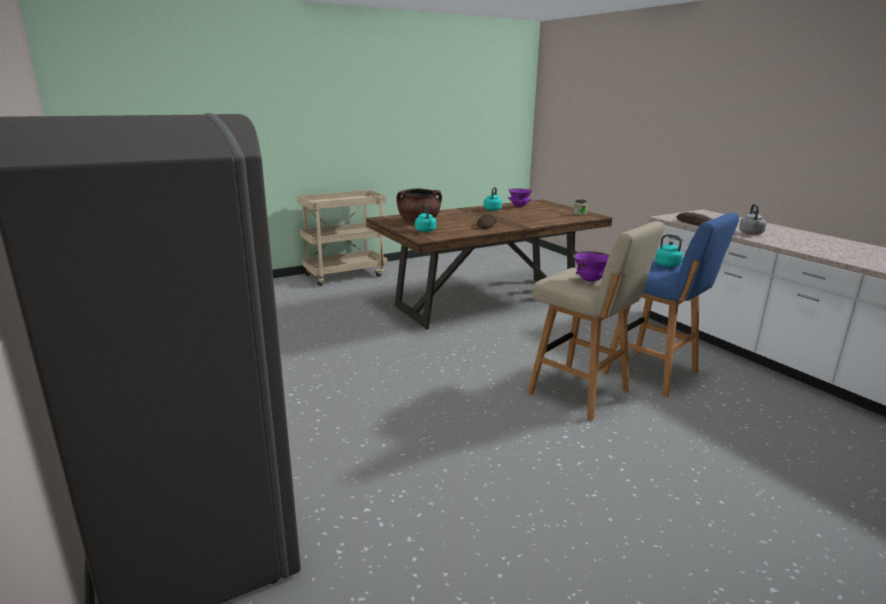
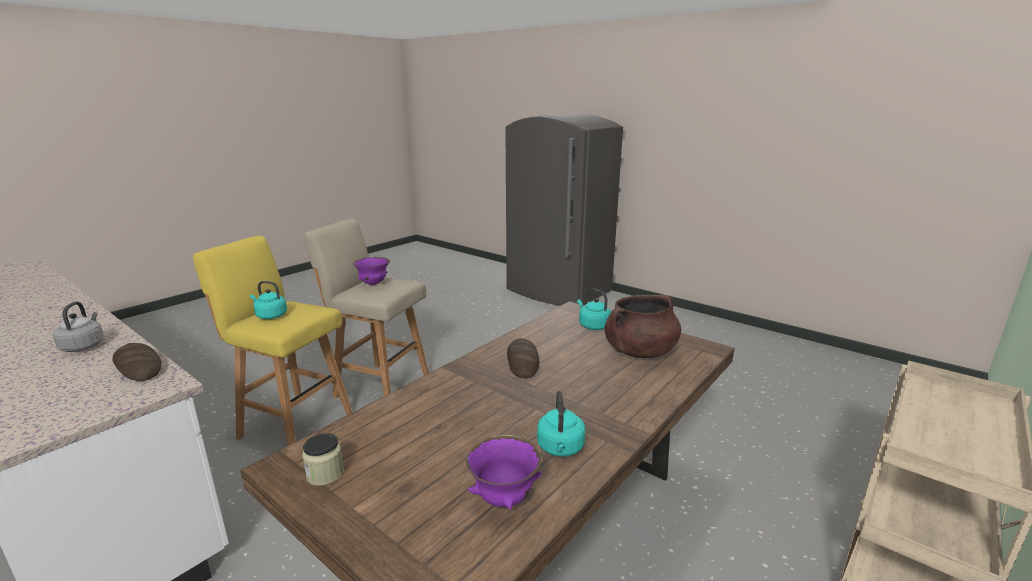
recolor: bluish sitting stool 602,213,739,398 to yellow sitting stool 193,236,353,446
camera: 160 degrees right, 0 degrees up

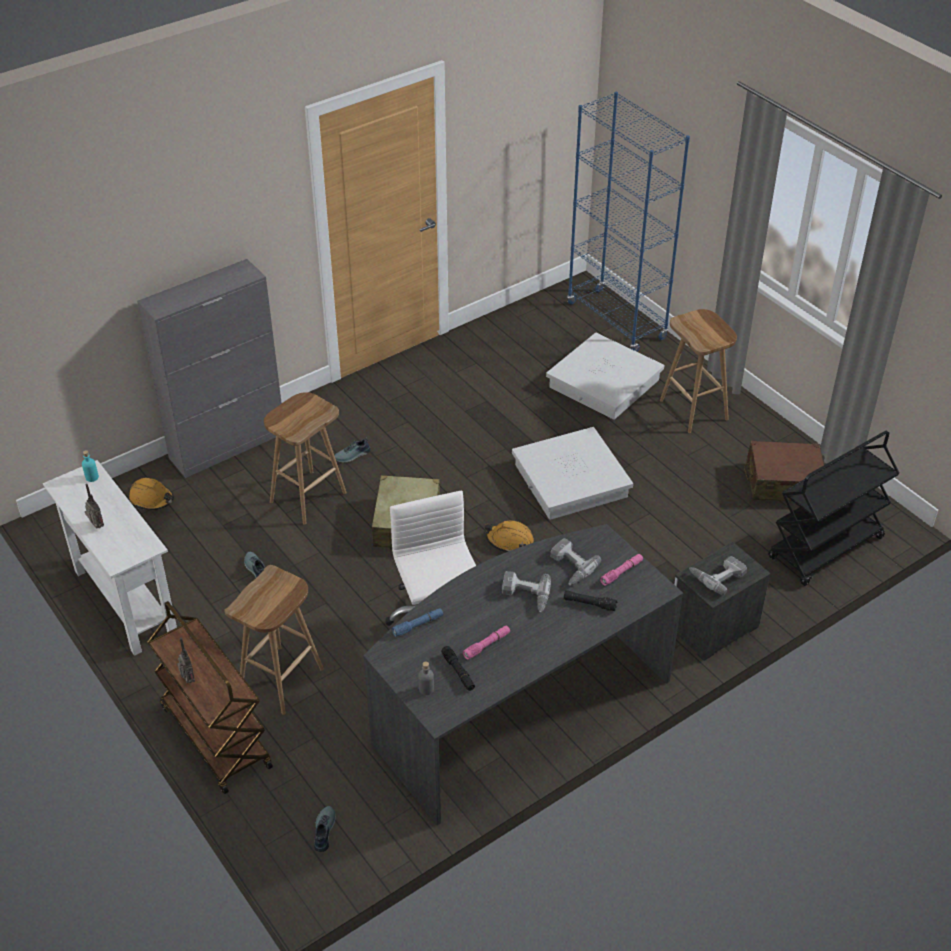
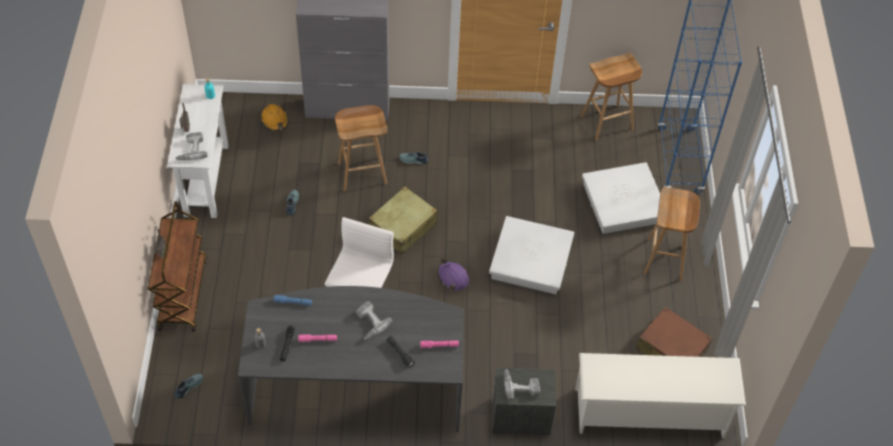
move: brown sitting stool 224,565,324,715 to 581,53,642,141; electric drill 550,538,601,586 to 175,132,208,160
replace: blackish cart 768,431,899,586 to white-coloured shoe shelf 575,353,746,438
recolor: orangey work helmet 485,521,534,552 to purplish work helmet 438,258,469,291
camera: 35 degrees right, 10 degrees up

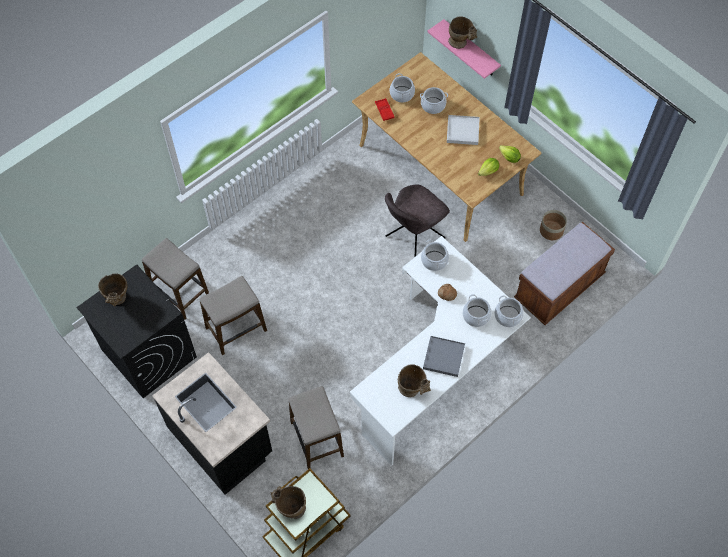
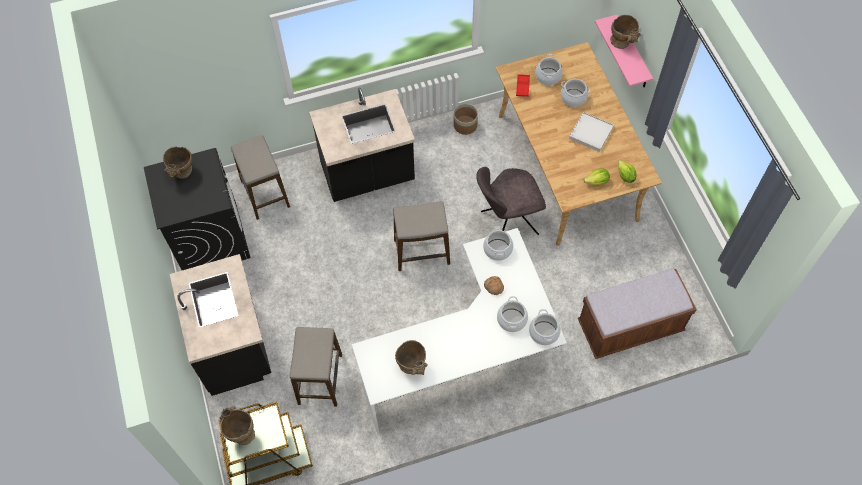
delete: greyish serving tray 423,336,465,377
insert: blackish kitchen counter 309,88,415,202
move: sitting stool 199,276,267,355 to 393,201,450,271; flower pot 540,210,567,240 to 454,104,478,135
camera: 25 degrees right, 0 degrees up

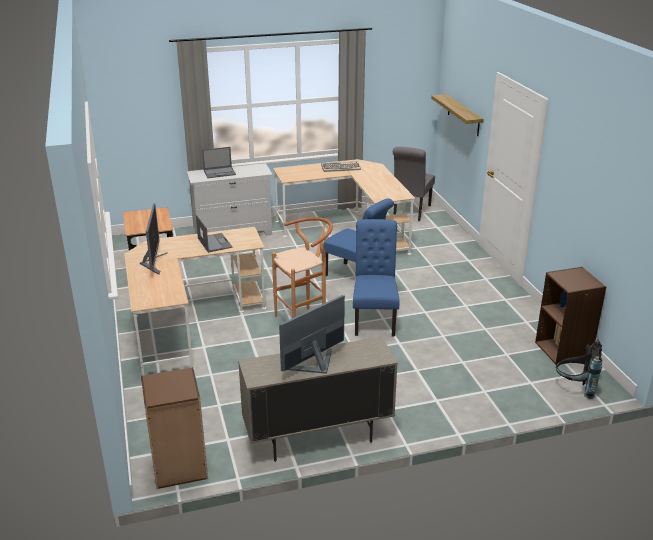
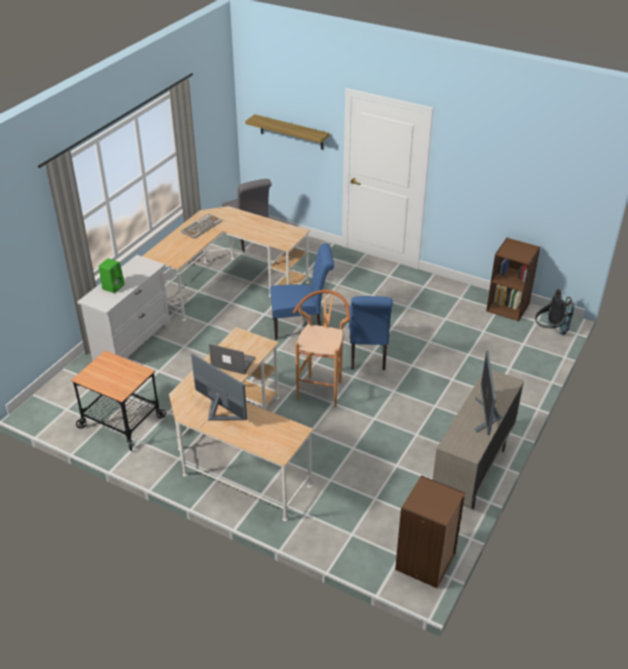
replace: portable computer 202,147,236,178 to green-coloured audio speaker 99,258,124,293
rotate: bluish chair 353,219,400,337 = 349,296,393,370 135 degrees counterclockwise
camera: 45 degrees left, 10 degrees up

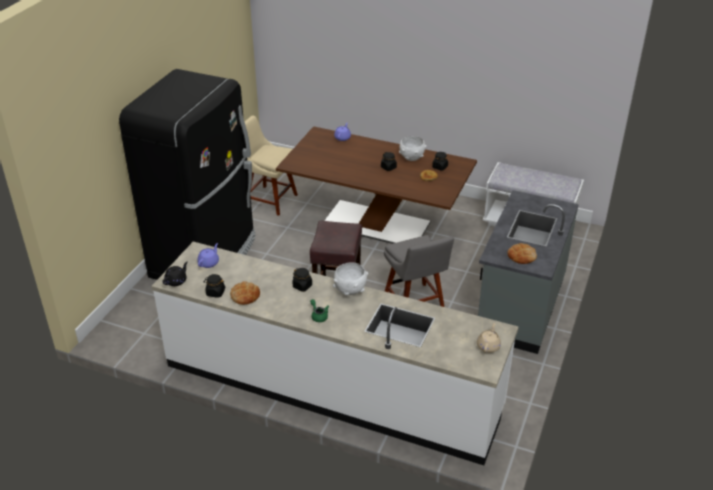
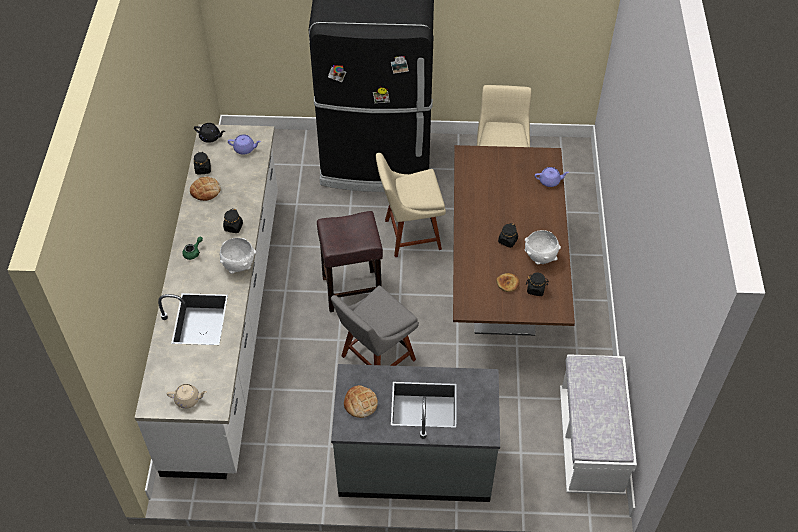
insert: sand-coloured chair 376,153,446,257
camera: 70 degrees right, 15 degrees up

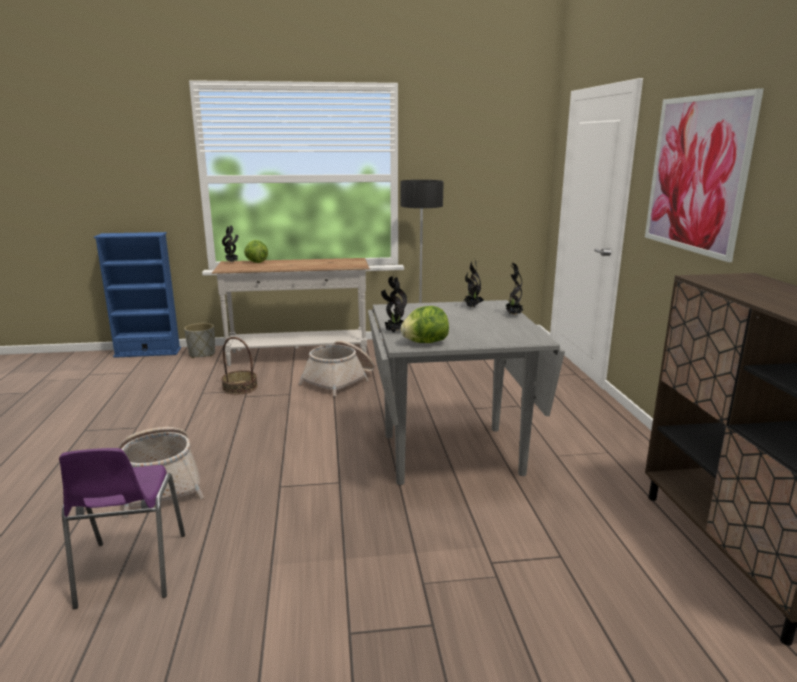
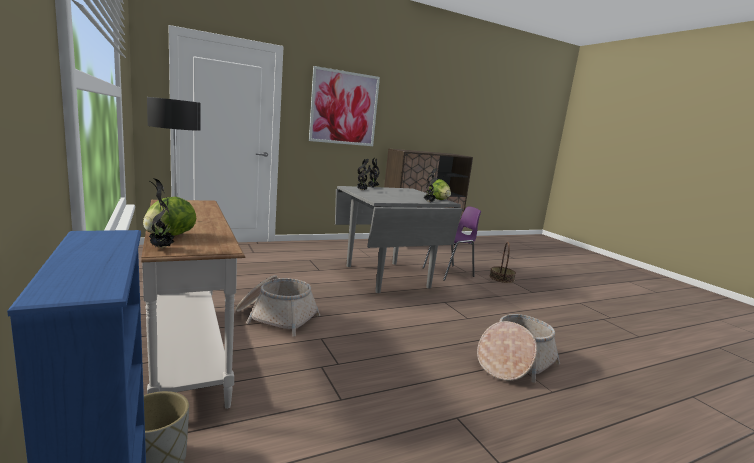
move: purplish chair 59,448,185,609 to 423,206,481,281; storage basket 221,337,258,395 to 490,242,516,283
camera: 110 degrees left, 5 degrees down

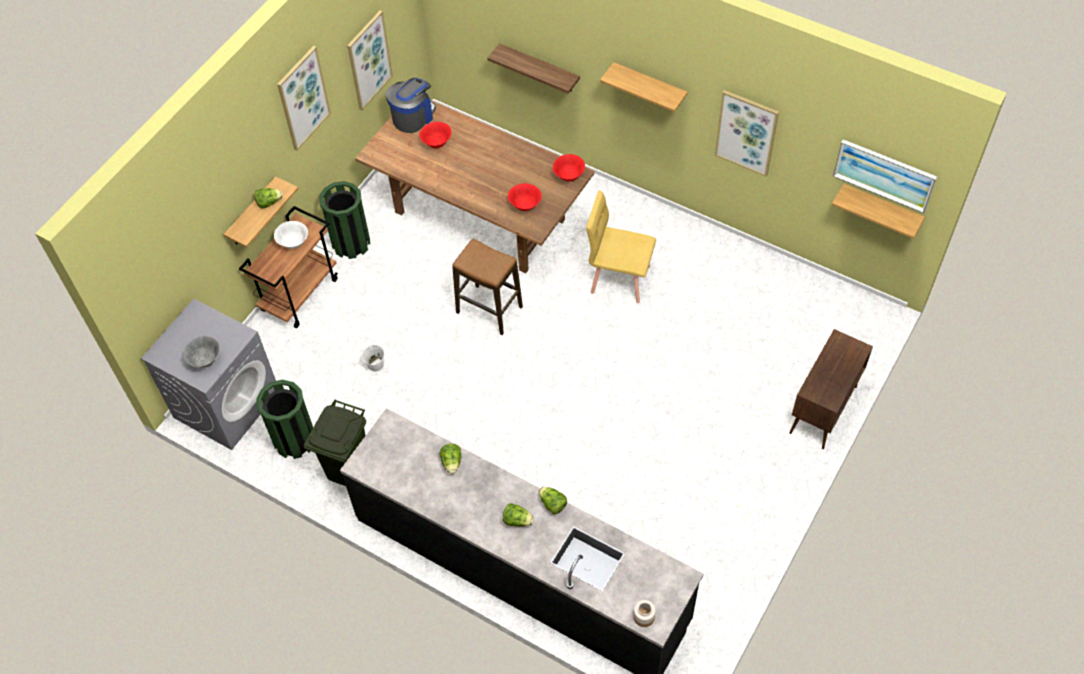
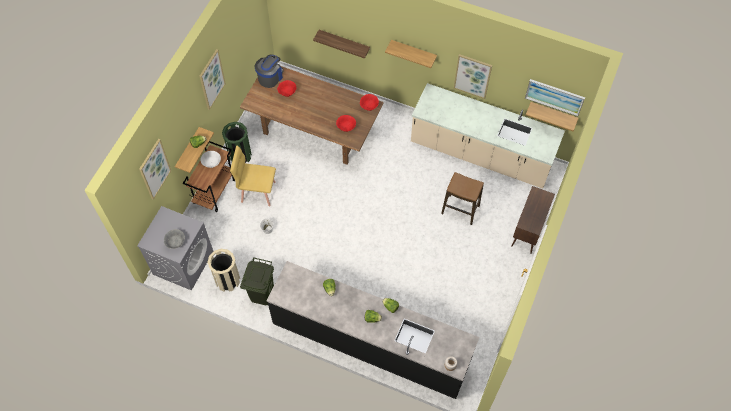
insert: sand-coloured kitchen counter 411,83,565,189
move: picture 347,10,393,110 to 139,139,172,200; sitting stool 452,238,523,335 to 441,172,484,225; yellow chair 586,190,656,303 to 230,146,276,206
recolor: green-coloured trash can 256,380,313,459 to sand-coloured trash can 207,249,240,292
camera: 10 degrees left, 5 degrees up

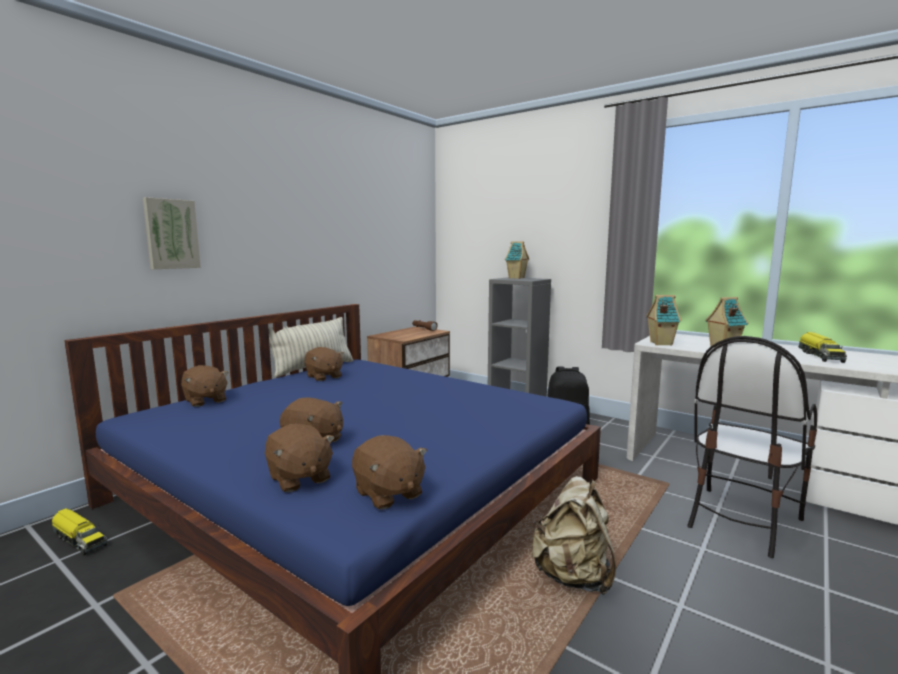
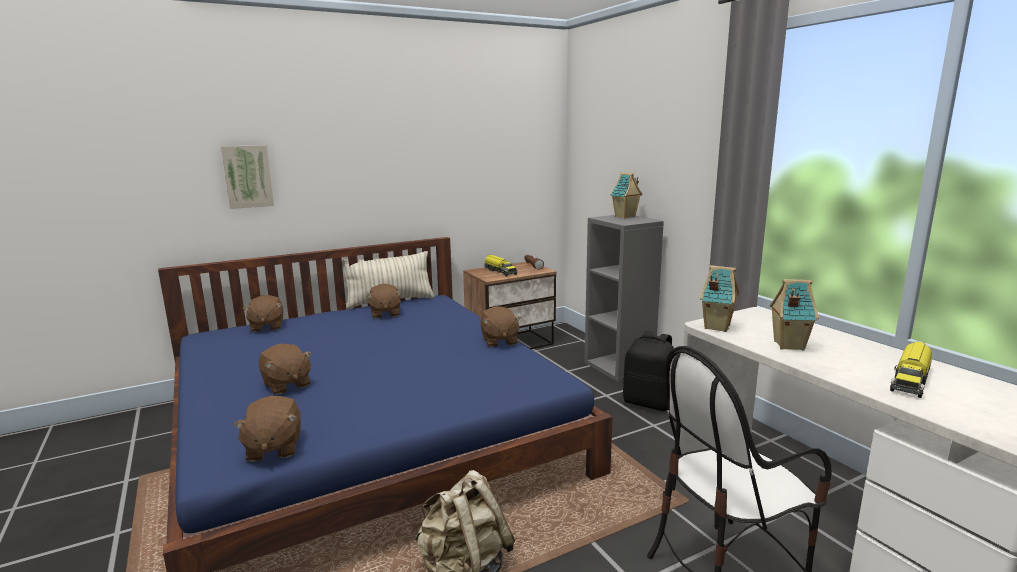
move: toy lorry 52,508,107,555 to 484,255,517,276; brown plush toy 265,424,335,492 to 480,306,521,347
camera: 25 degrees right, 5 degrees up

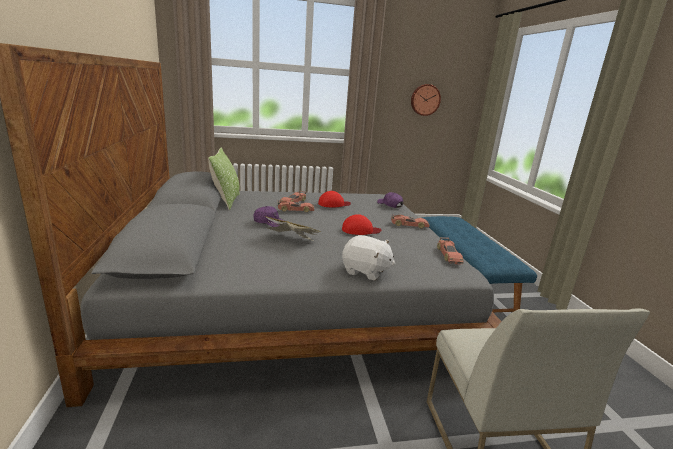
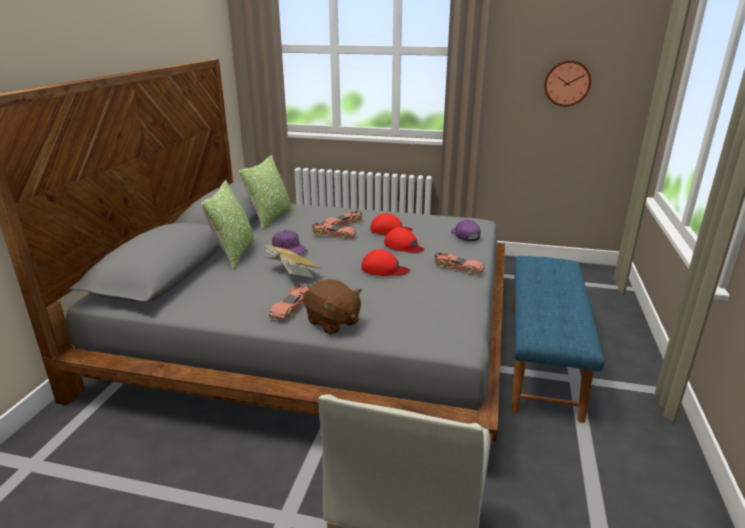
insert: cushion 201,180,255,269; reddish cap 384,227,425,253
move: toy car 437,237,463,265 to 269,283,310,321
recolor: white-coloured plush toy 342,235,396,280 to brown plush toy 304,279,362,335
camera: 25 degrees right, 5 degrees up

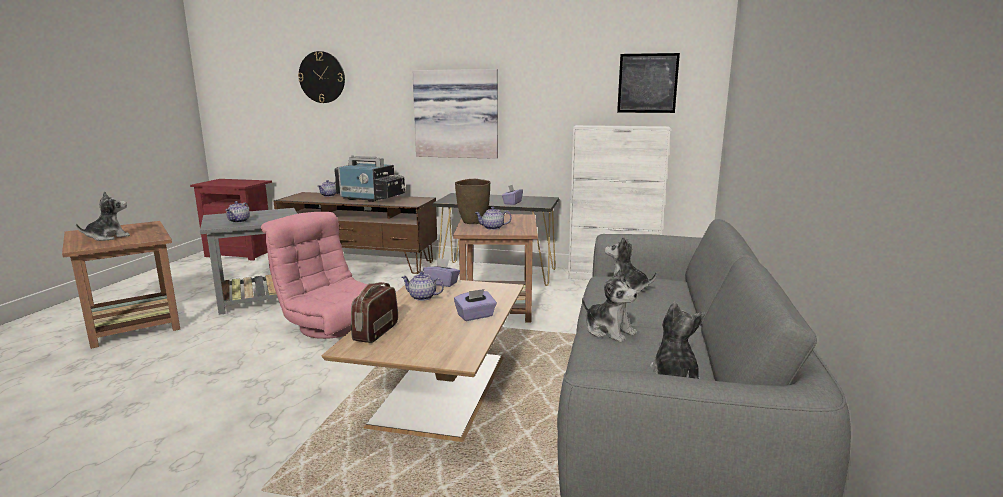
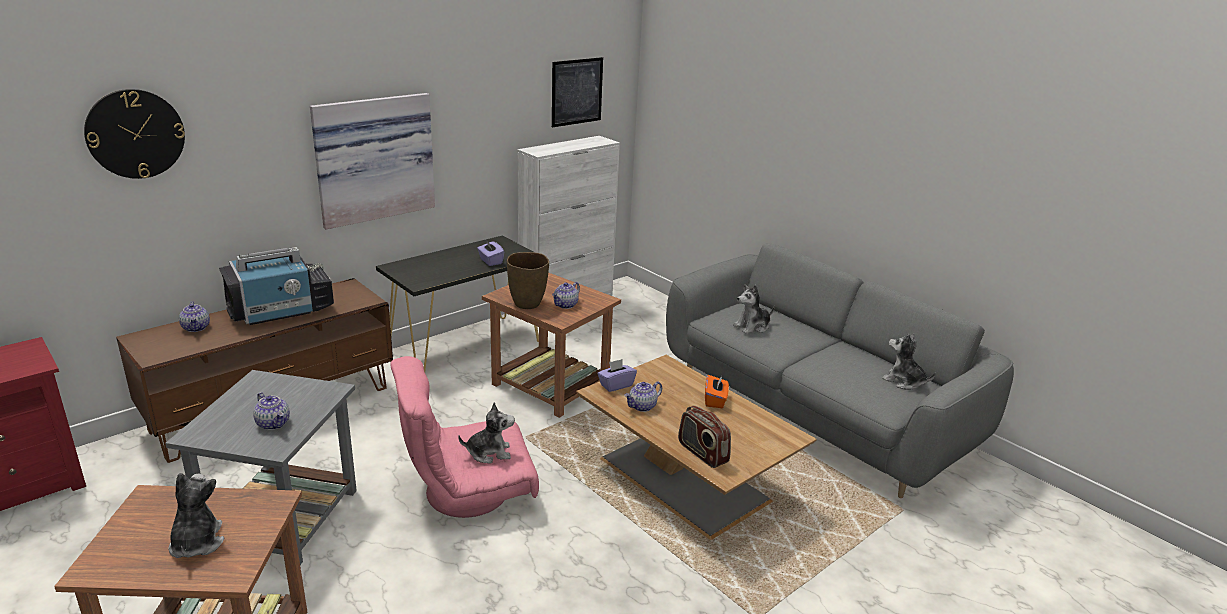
move: plush toy 582,269,638,342 to 458,402,515,464
recolor: purplish box of tissues 454,289,497,321 to orangey box of tissues 705,374,729,408
camera: 55 degrees left, 10 degrees up

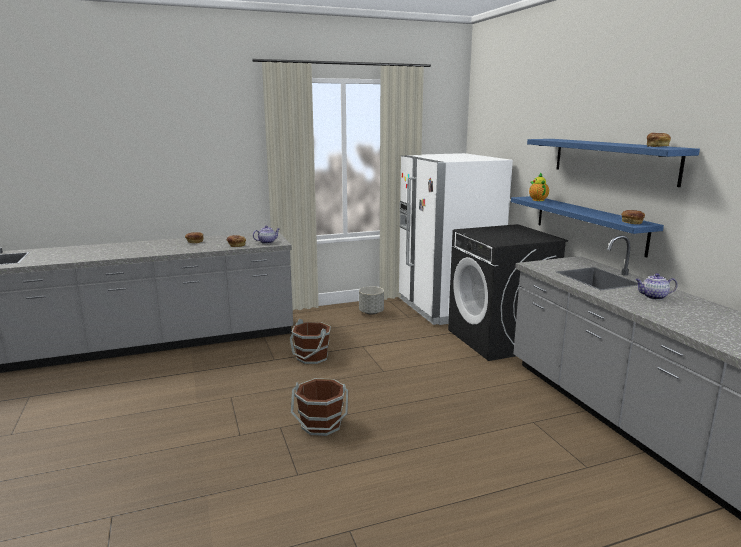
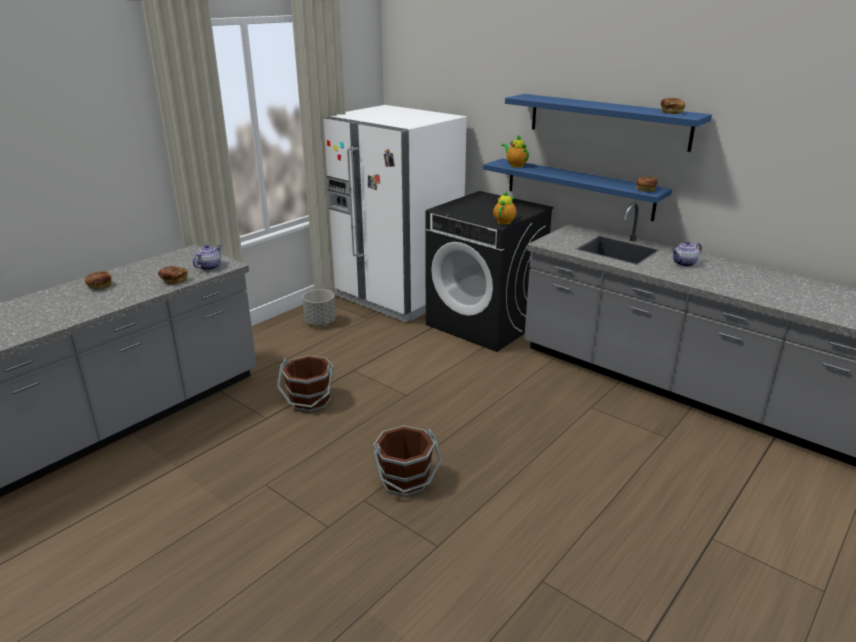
insert: tea pot 493,191,516,225
camera: 30 degrees left, 10 degrees up

